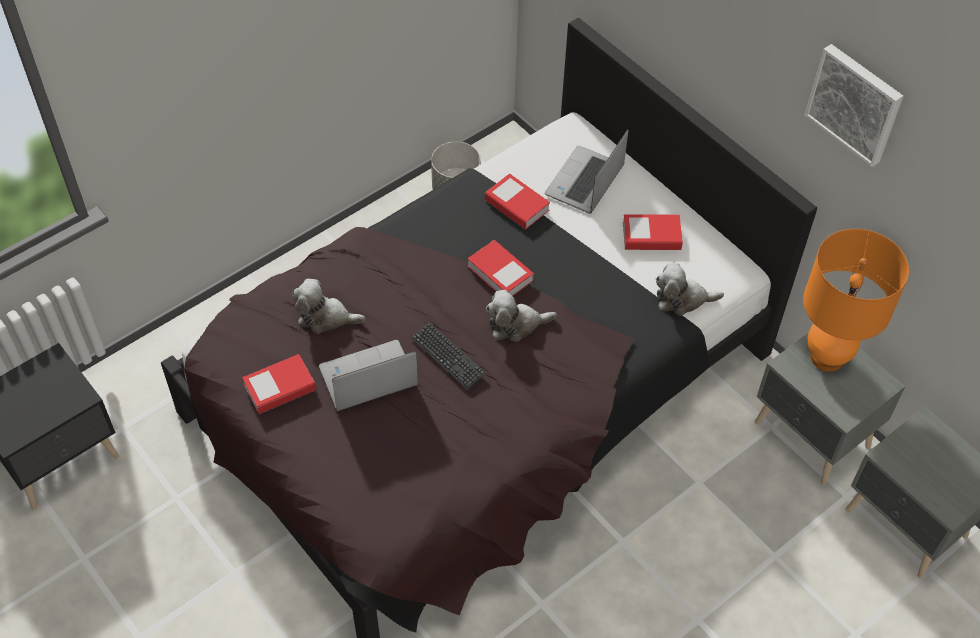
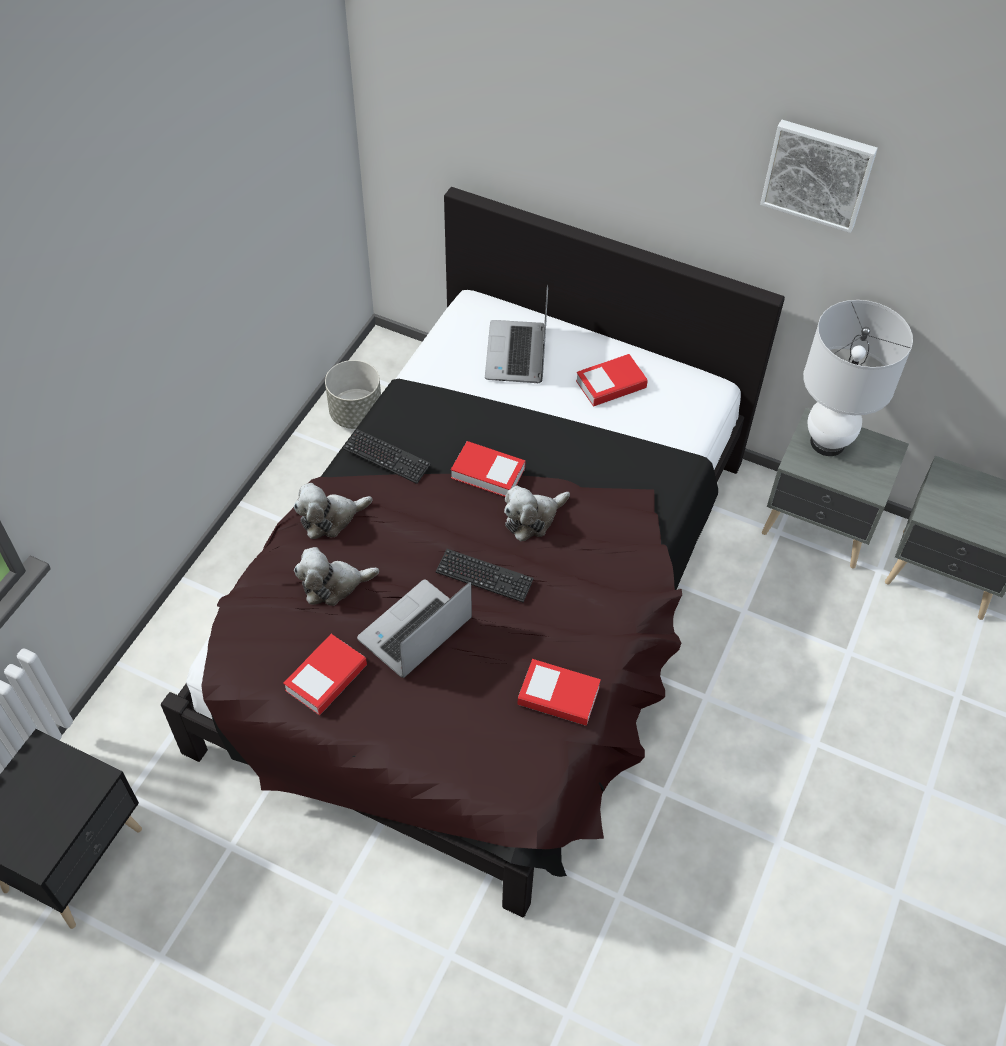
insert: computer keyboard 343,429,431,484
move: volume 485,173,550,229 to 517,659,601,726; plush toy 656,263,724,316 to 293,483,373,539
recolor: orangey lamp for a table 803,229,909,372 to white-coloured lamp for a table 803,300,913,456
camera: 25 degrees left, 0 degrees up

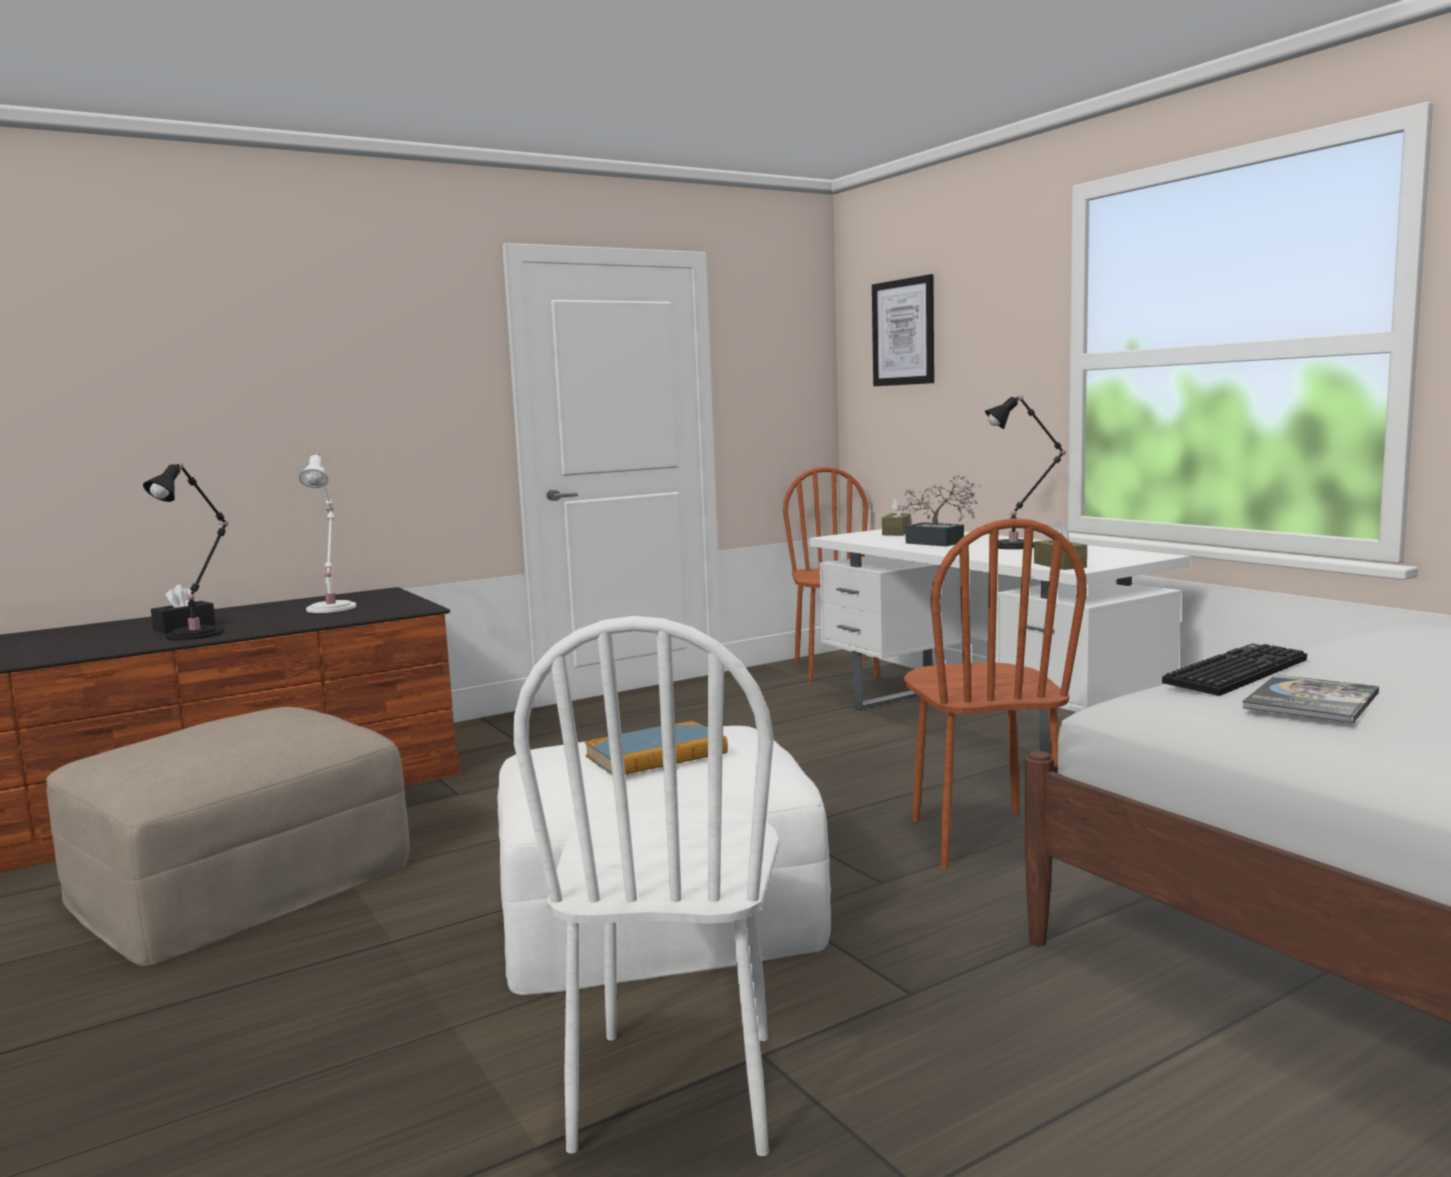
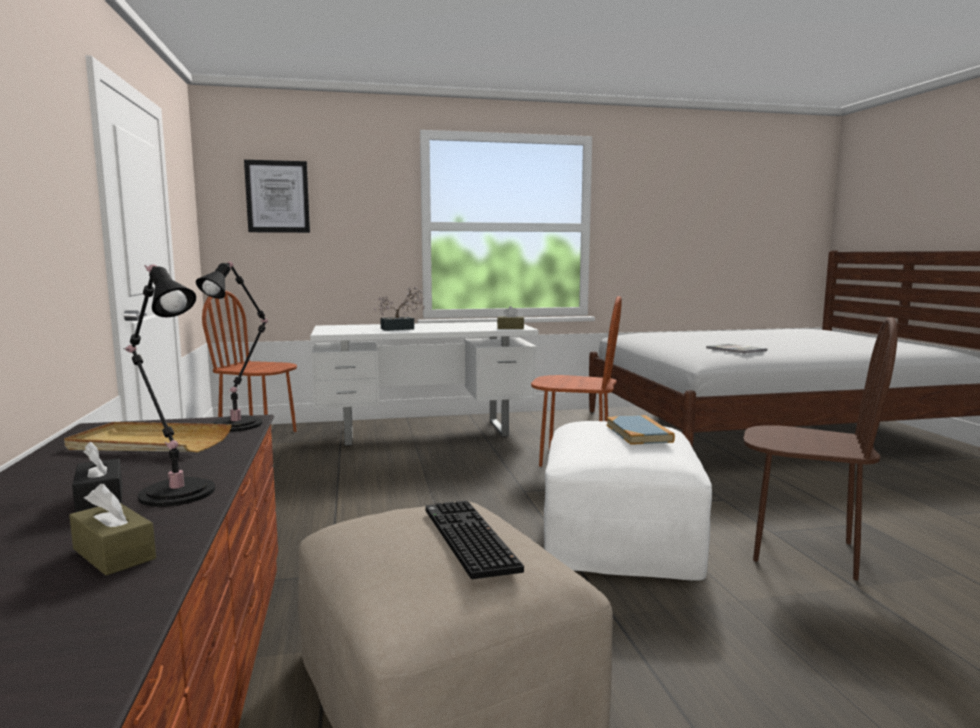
move: brown box of tissues 882,499,911,535 to 69,484,156,576; blackish lamp for a table 985,395,1066,549 to 196,261,268,432; computer keyboard 1162,644,1307,696 to 426,501,524,579
replace: white-coloured lamp for a table 299,453,356,613 to sand-coloured serving tray 64,422,232,452
recolor: white-coloured chair 514,616,779,1156 to brown chair 743,317,898,580
camera: 70 degrees left, 0 degrees up

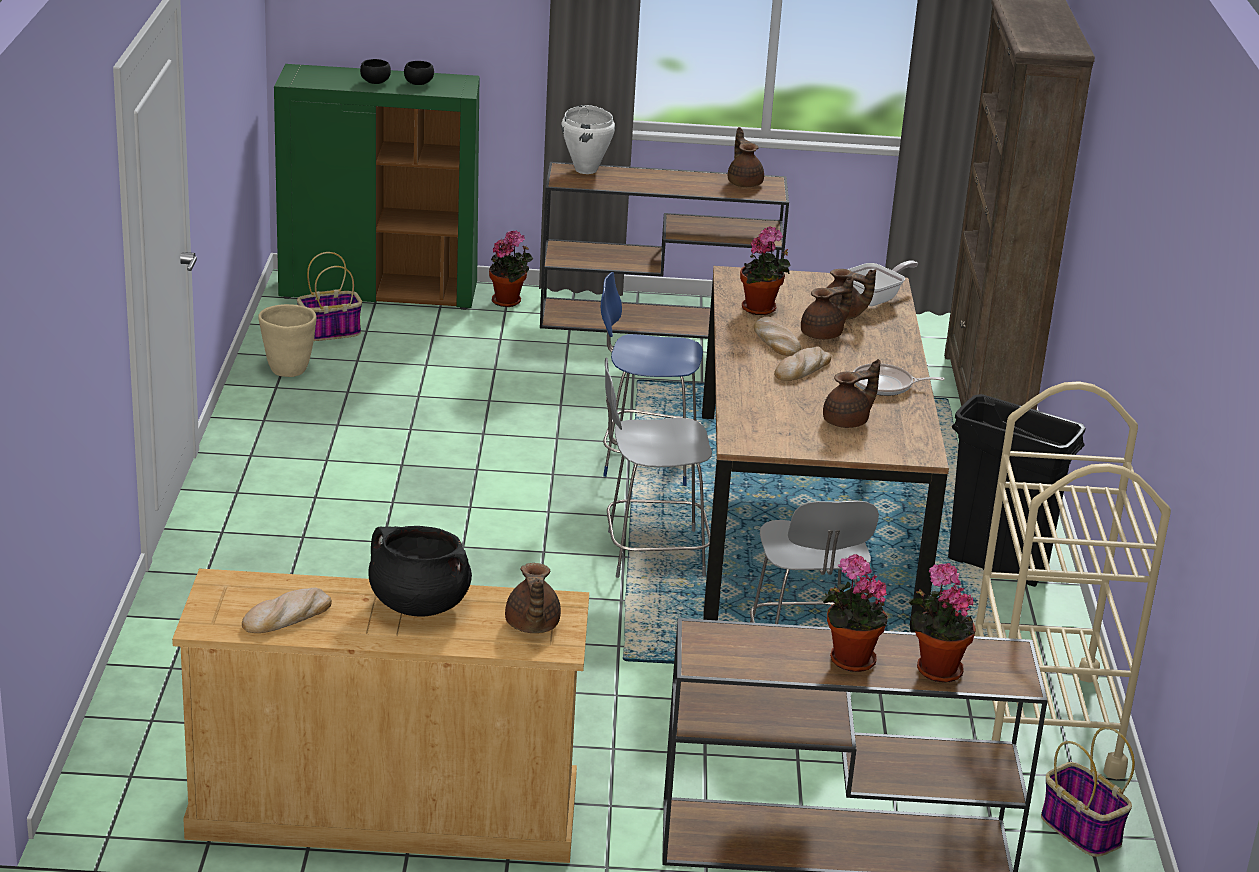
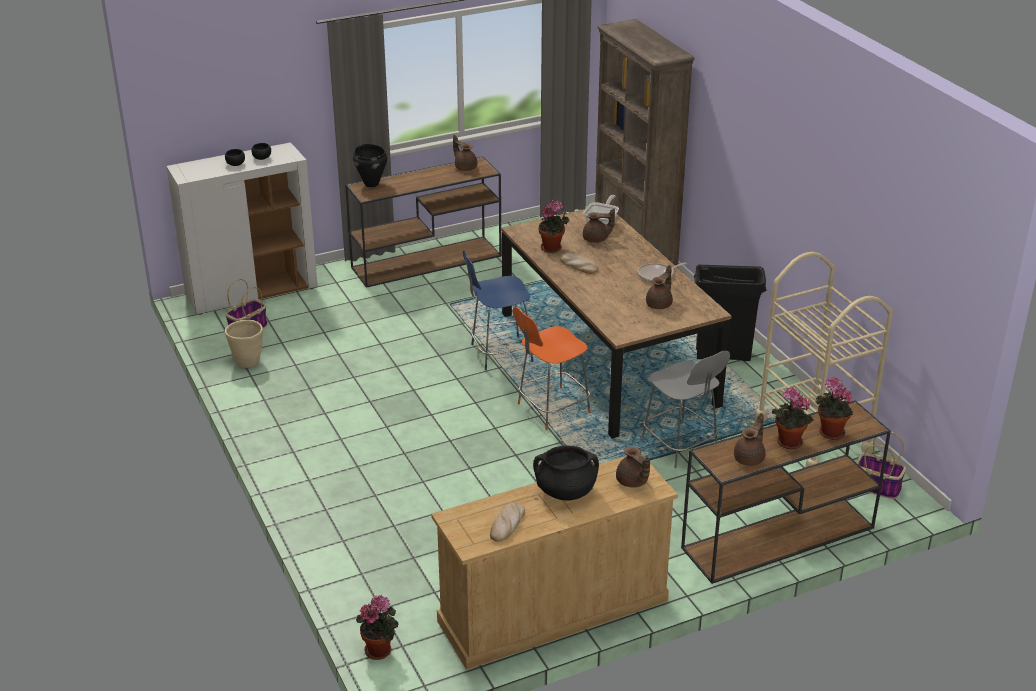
delete: bread 774,346,831,381
move: houseplant 489,230,533,307 to 356,595,398,660; brown tea pot 801,276,854,340 to 734,413,765,466
recolor: green-coloured cupboard 274,64,479,310 to white-coloured cupboard 166,142,318,315; white-coloured saucepot 561,105,615,174 to blackish saucepot 353,144,387,187; greyish chair 605,358,712,578 to orangey chair 512,307,591,430
camera: 25 degrees left, 5 degrees up

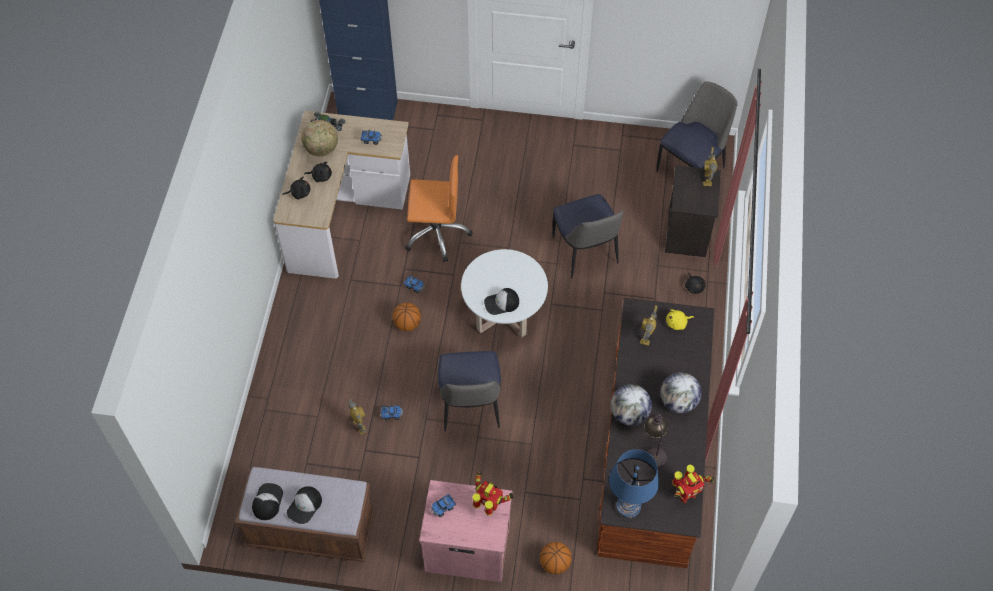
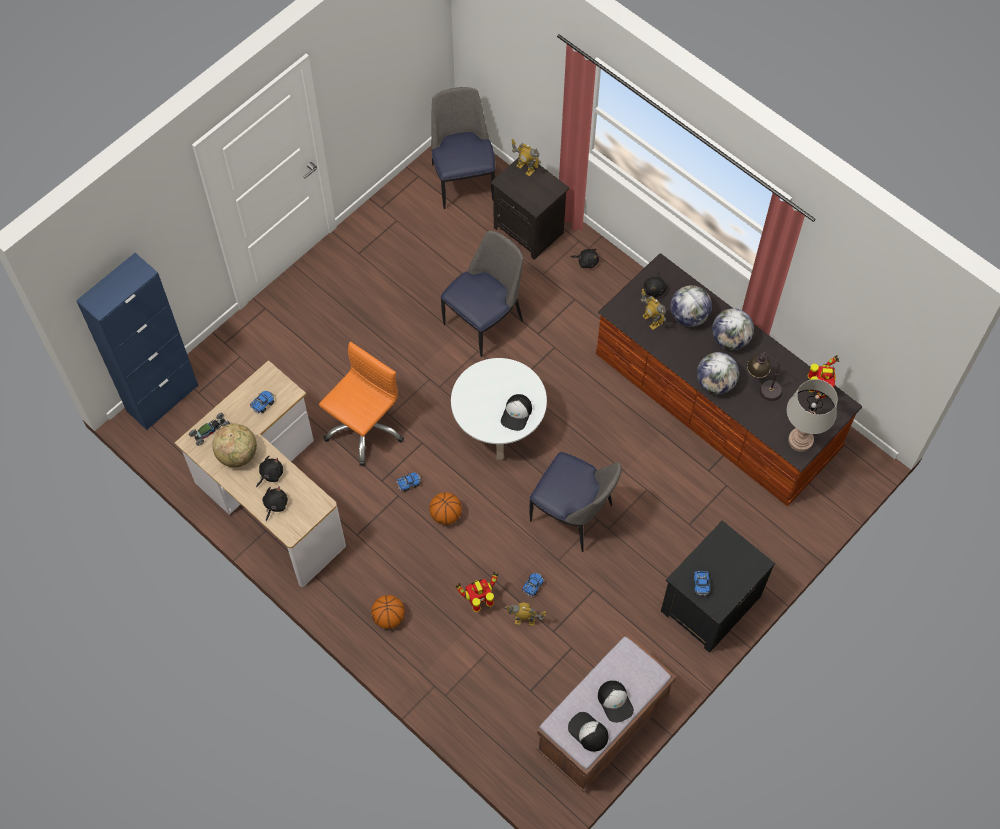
insert: desk globe 670,285,712,327
move: toy robot 472,471,514,516 to 456,572,499,612; ball for basketball 540,542,572,574 to 371,595,405,629
recolor: pinkish bedside table 419,480,513,582 to blackish bedside table 661,520,775,653; bluish lamp for a table 609,449,659,518 to greyish lamp for a table 787,379,838,452; yellow plush toy 666,309,694,330 to blackish plush toy 644,273,667,297
rotate: chair 552,194,624,279 = 441,231,523,357 60 degrees counterclockwise
camera: 55 degrees left, 5 degrees up

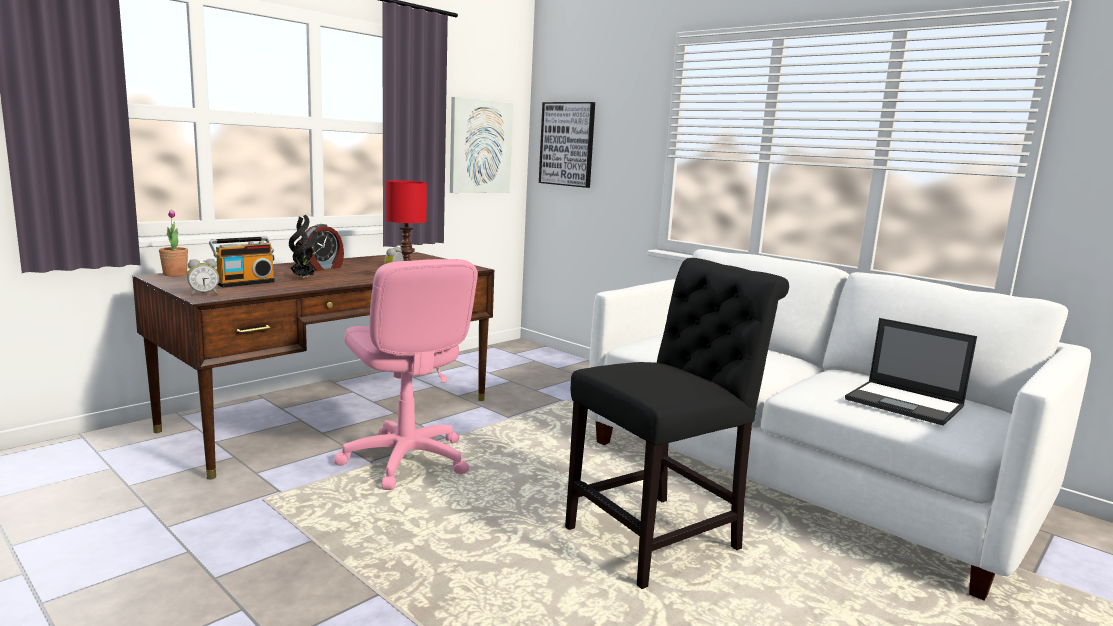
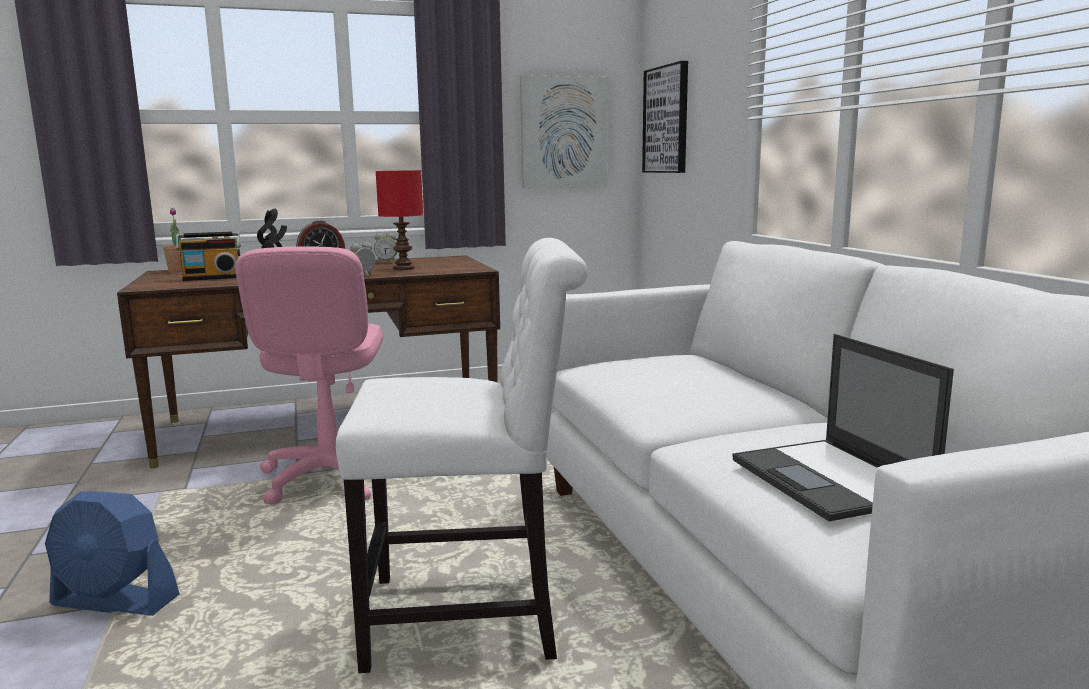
insert: bluish fan 45,491,180,616
move: bedside clock 187,259,219,296 to 374,233,397,263
recolor: blackish chair 565,258,789,589 to white-coloured chair 336,238,588,673
camera: 30 degrees right, 0 degrees up

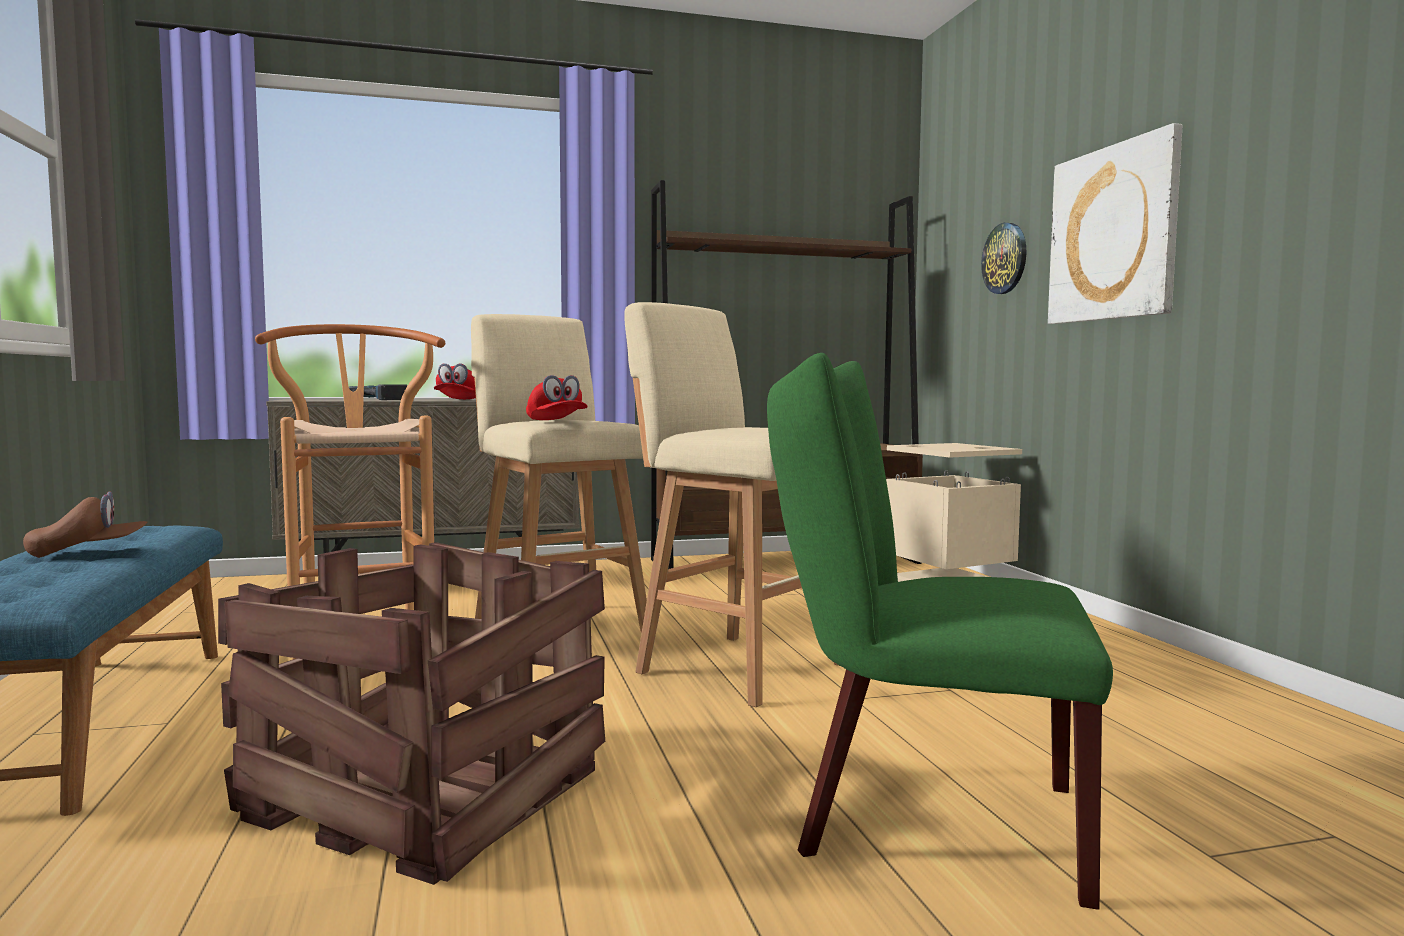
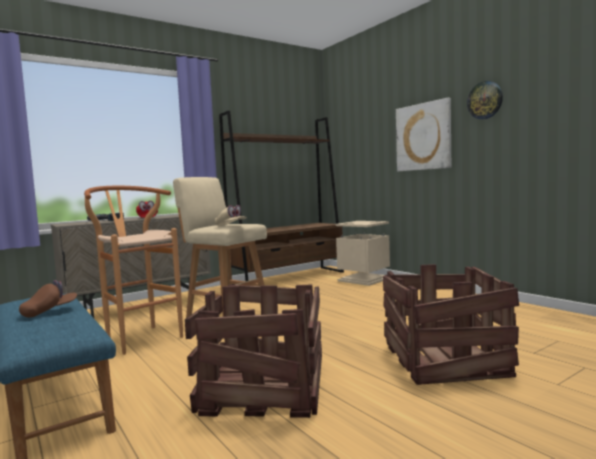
delete: sand-coloured sitting stool 624,302,840,707
move: wall clock 981,223,1026,294 to 467,81,503,119
replace: green-coloured chair 767,353,1113,910 to crate 383,264,519,385
recolor: reddish cap 526,375,588,420 to sand-coloured cap 215,205,247,226
camera: 20 degrees left, 0 degrees up

